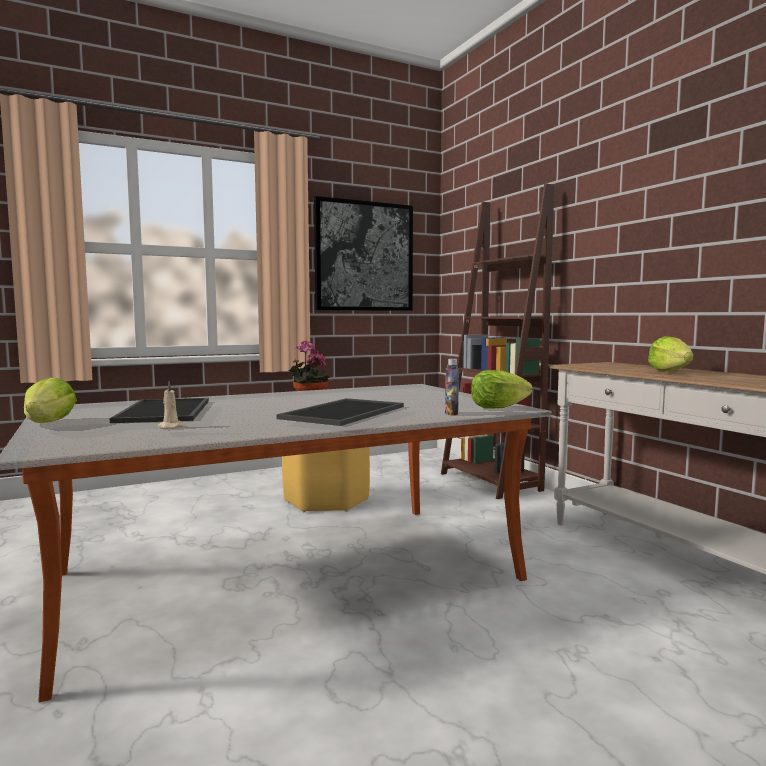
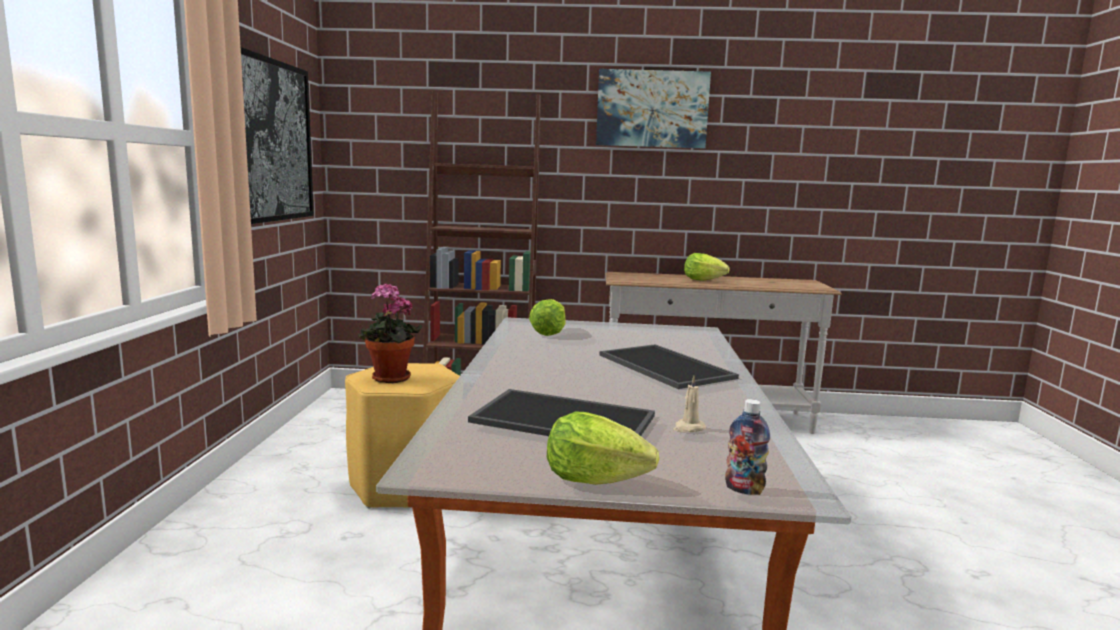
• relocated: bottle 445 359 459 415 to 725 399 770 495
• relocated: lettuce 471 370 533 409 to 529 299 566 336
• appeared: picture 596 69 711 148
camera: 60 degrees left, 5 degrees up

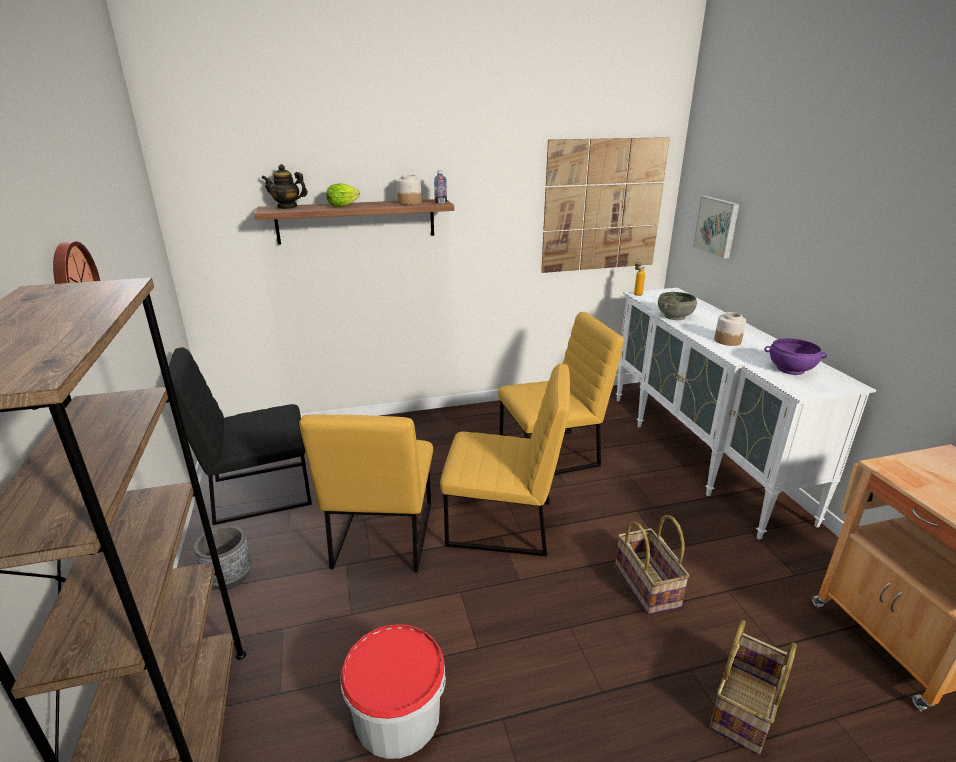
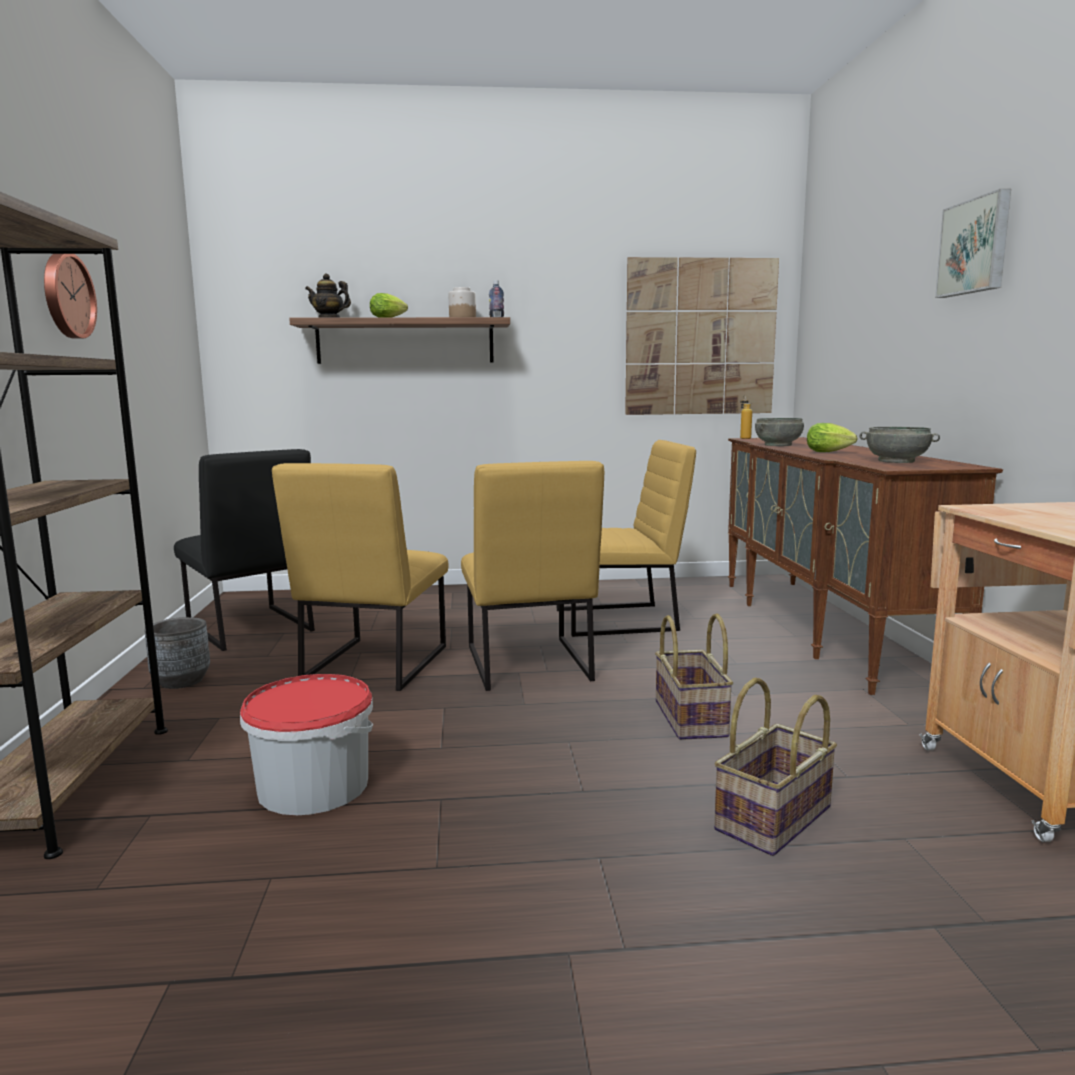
• relocated: picture 693 196 740 259 to 935 189 1011 298
• colour: cabinet (white) 616 288 876 540 to cabinet (brown) 728 437 1003 695
• exchanged: jar 714 312 746 346 to lettuce 807 423 857 452
• colour: bowl (purple) 764 338 827 375 to bowl (grey) 860 427 940 463
• spun: chair (black) 169 347 312 525 = 174 449 315 651 120 degrees counterclockwise
• spun: chair (yellow) 440 364 570 556 = 461 461 604 691 60 degrees clockwise
camera: 10 degrees right, 15 degrees down

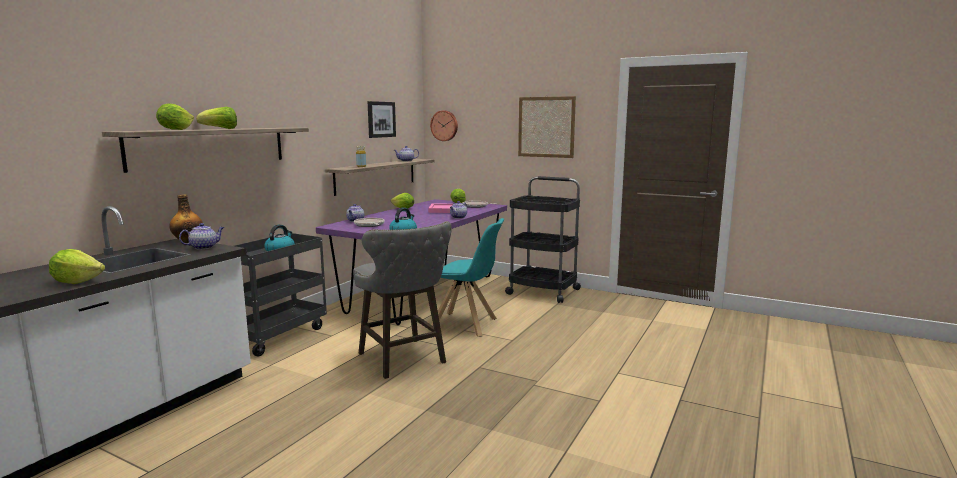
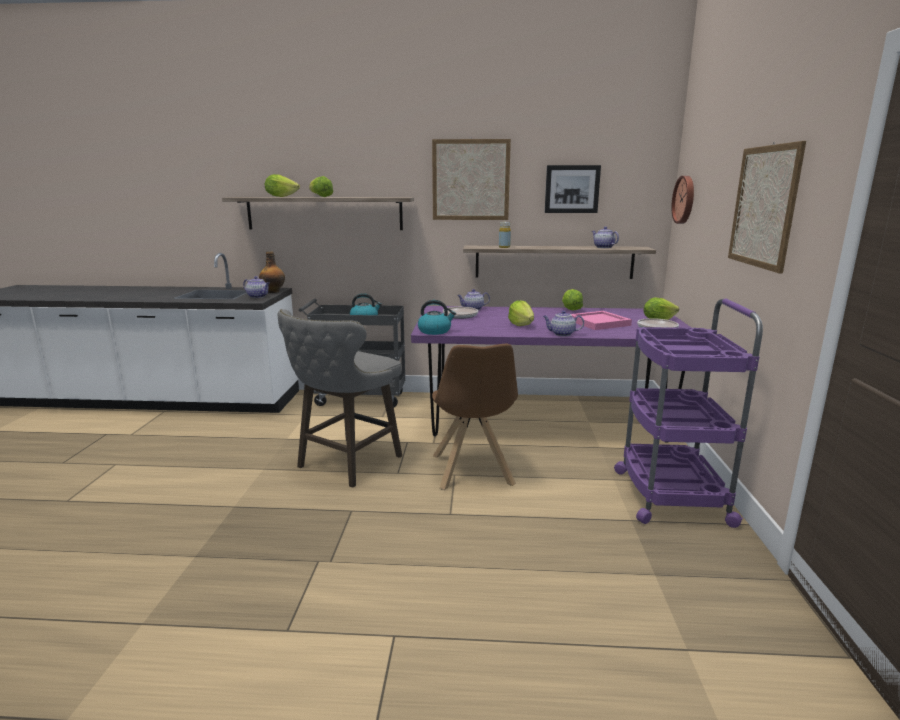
• colour: cart (black) 505 176 581 303 to cart (purple) 614 298 763 528
• colour: chair (turquoise) 428 218 504 337 to chair (brown) 432 344 518 490
• relocated: lettuce 49 249 105 284 to 508 300 534 326
• appeared: picture 432 138 511 220
camera: 65 degrees right, 5 degrees up

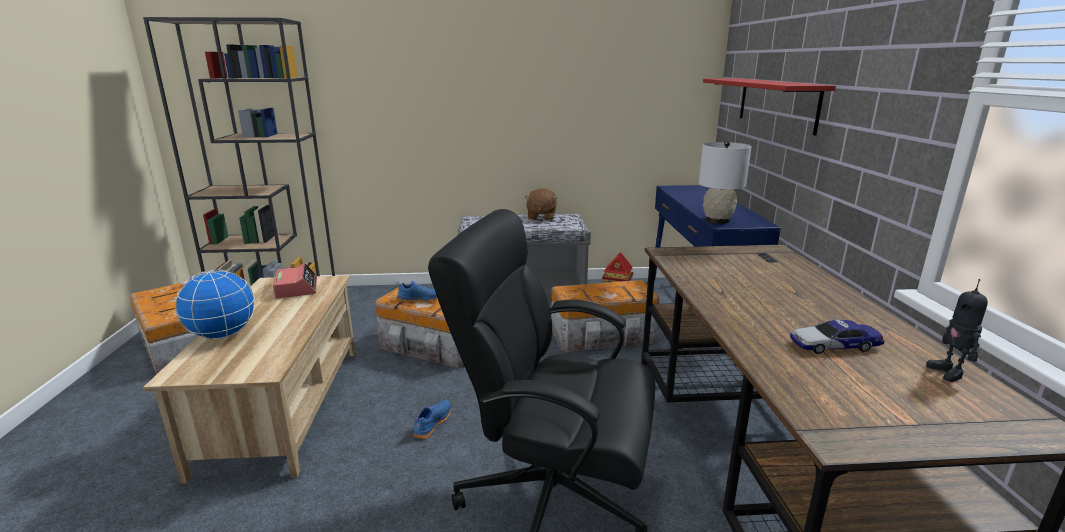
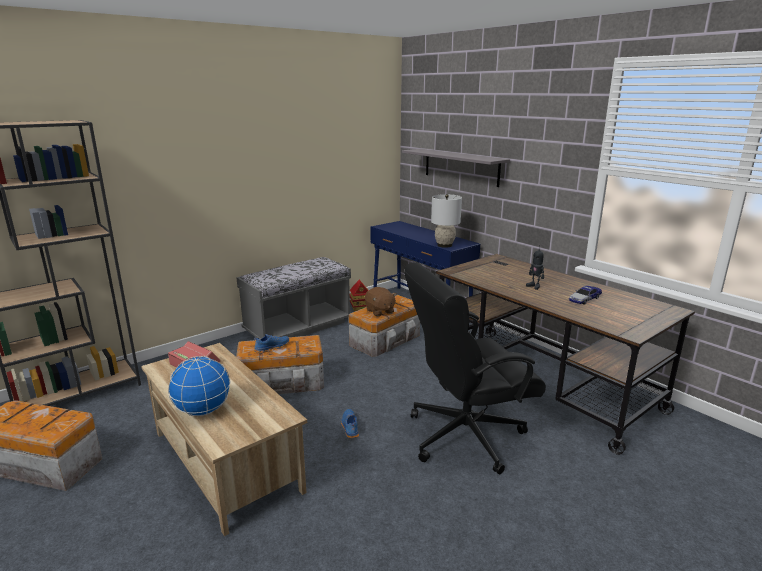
• colour: shelf (red) 703 79 836 135 to shelf (grey) 402 149 510 187
• relocated: plush toy (brown) 524 188 557 221 to 365 287 396 316
• relocated: toy robot 926 279 988 382 to 526 245 544 290
camera: 35 degrees left, 0 degrees up

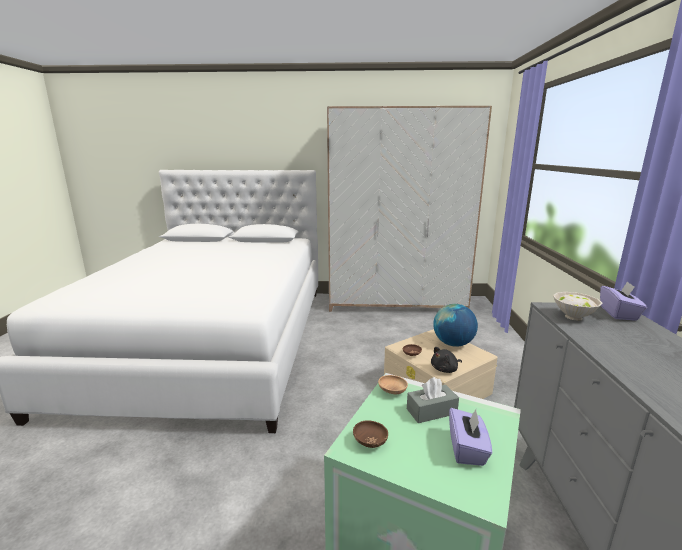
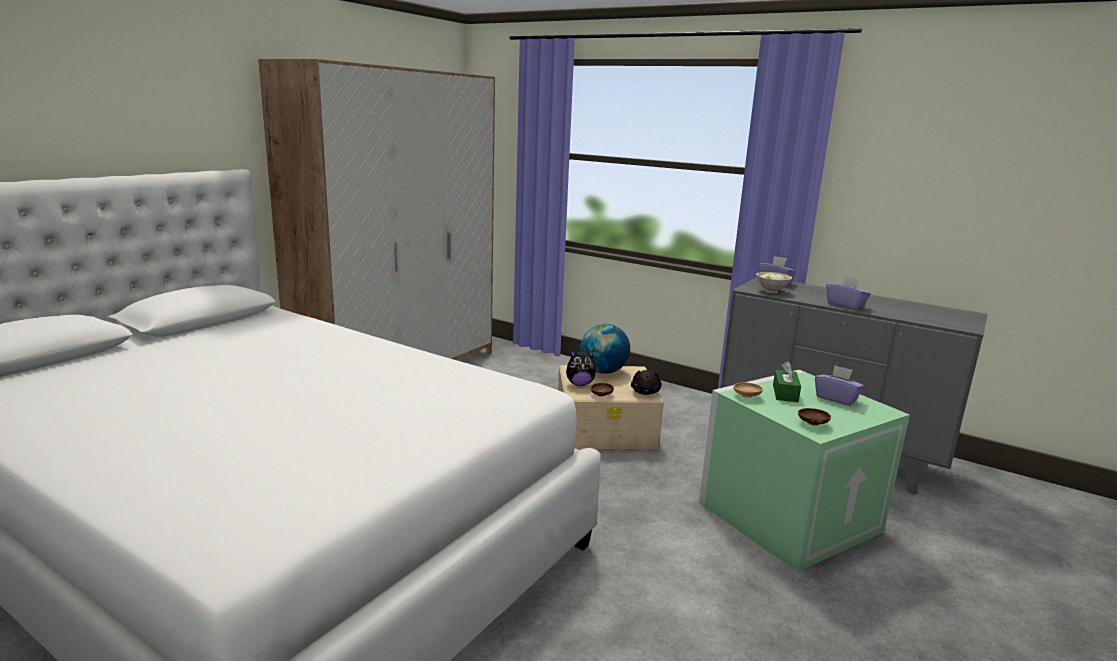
• colour: tissue box (grey) 407 377 459 423 to tissue box (green) 773 361 801 402
• appeared: tissue box (purple) 826 276 871 310
• appeared: plush toy 566 350 597 386
camera: 60 degrees left, 0 degrees up

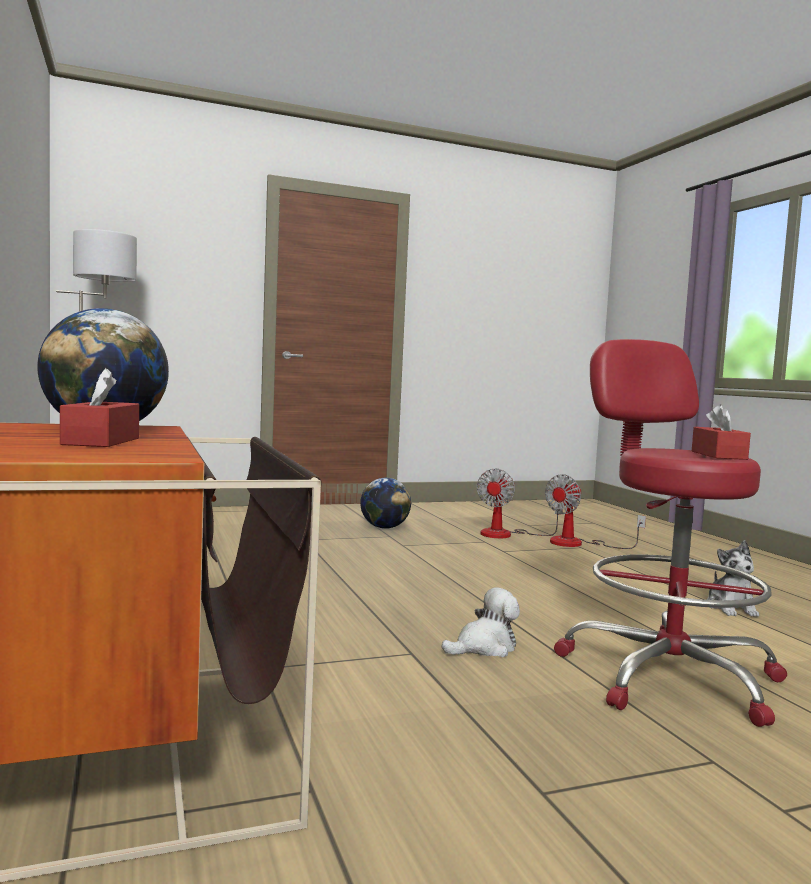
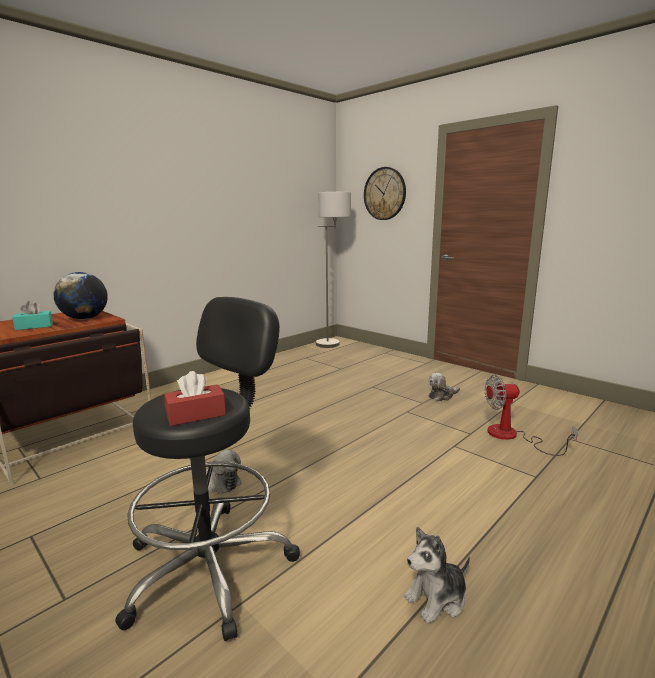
• colour: stool (red) 554 339 787 727 to stool (black) 115 297 300 641
• colour: tissue box (red) 60 368 139 447 to tissue box (turquoise) 12 301 53 330
• missing: fan 545 474 646 549
• exchanged: globe 360 478 411 529 to plush toy 429 373 460 401
• appeared: wall clock 364 167 406 220
camera: 65 degrees right, 10 degrees up

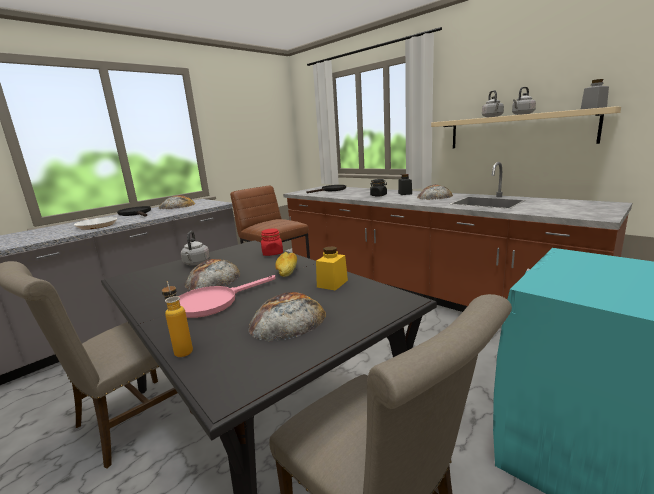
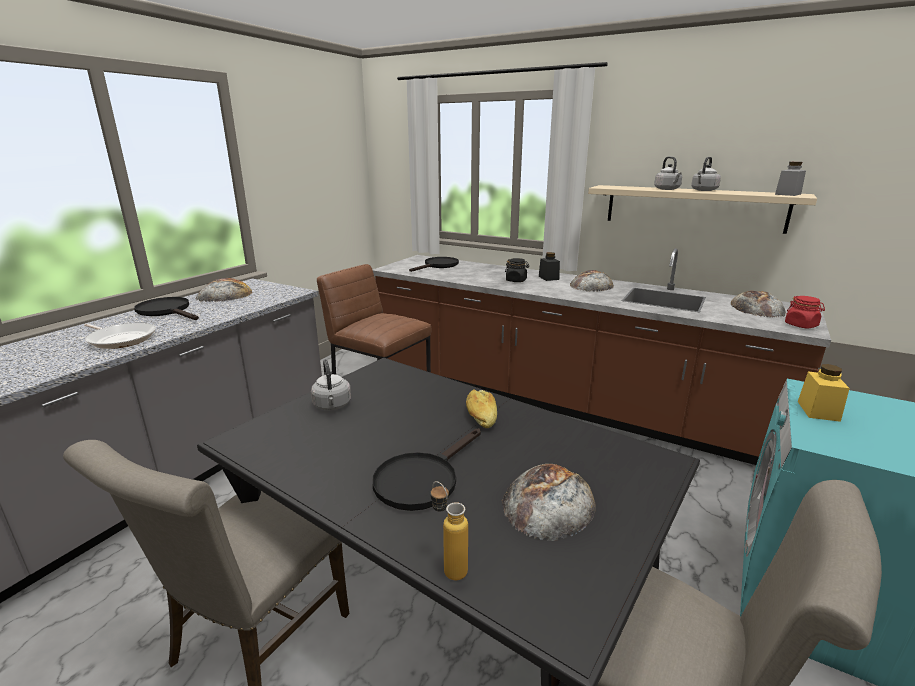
• relocated: jar (red) 261 229 283 256 to 785 296 825 329
• relocated: jar (yellow) 316 246 348 291 to 798 364 850 422
• relocated: bread 184 259 240 291 to 731 291 786 318
• colour: frying pan (pink) 178 275 275 318 to frying pan (black) 373 428 481 511
camera: 15 degrees left, 5 degrees up

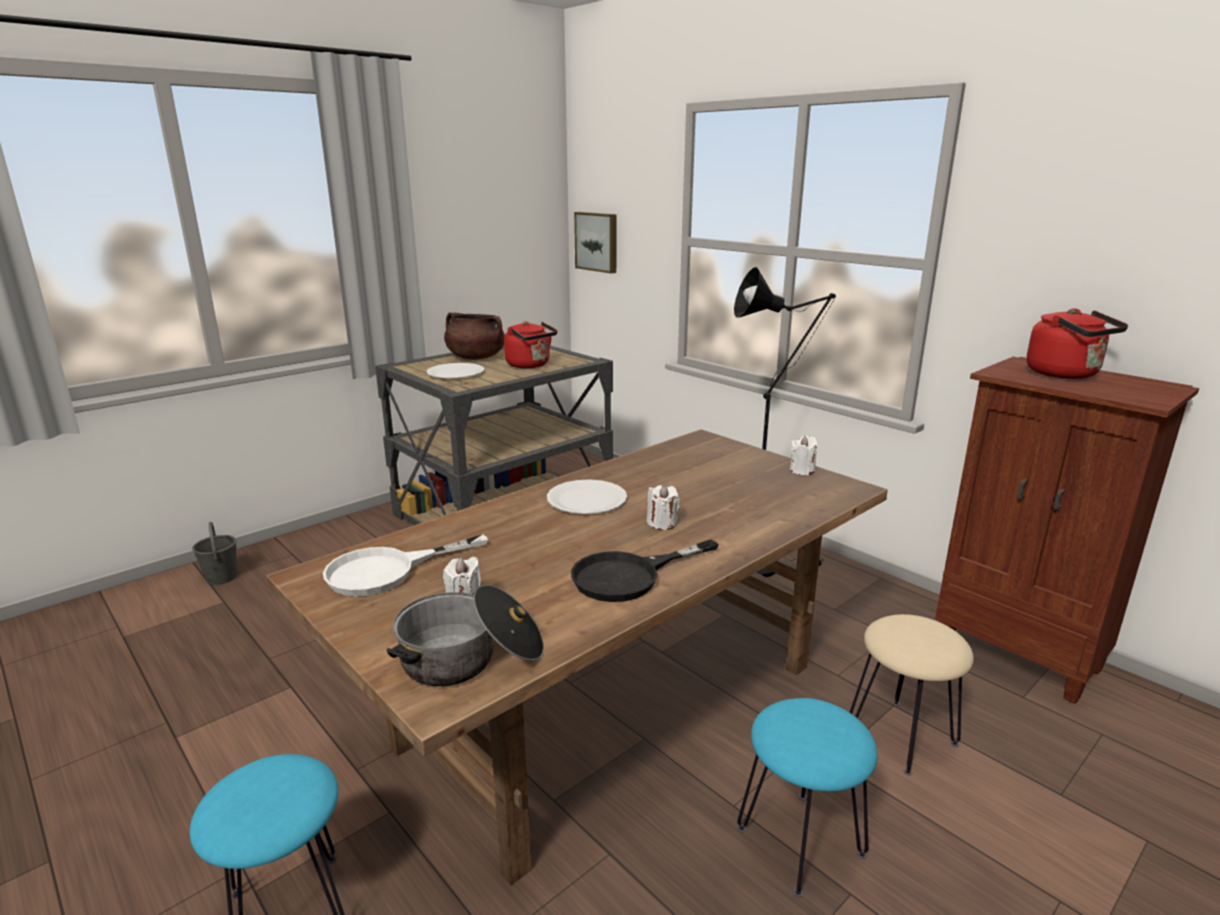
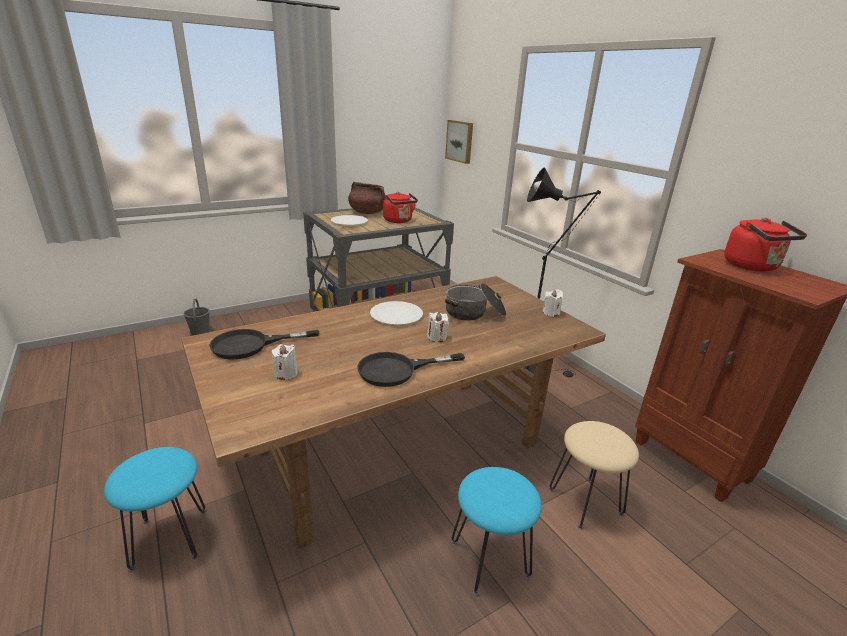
• colour: frying pan (white) 323 534 488 597 to frying pan (black) 209 329 319 360
• relocated: cooking pot 387 585 544 686 to 445 283 507 321
camera: 10 degrees right, 5 degrees up

